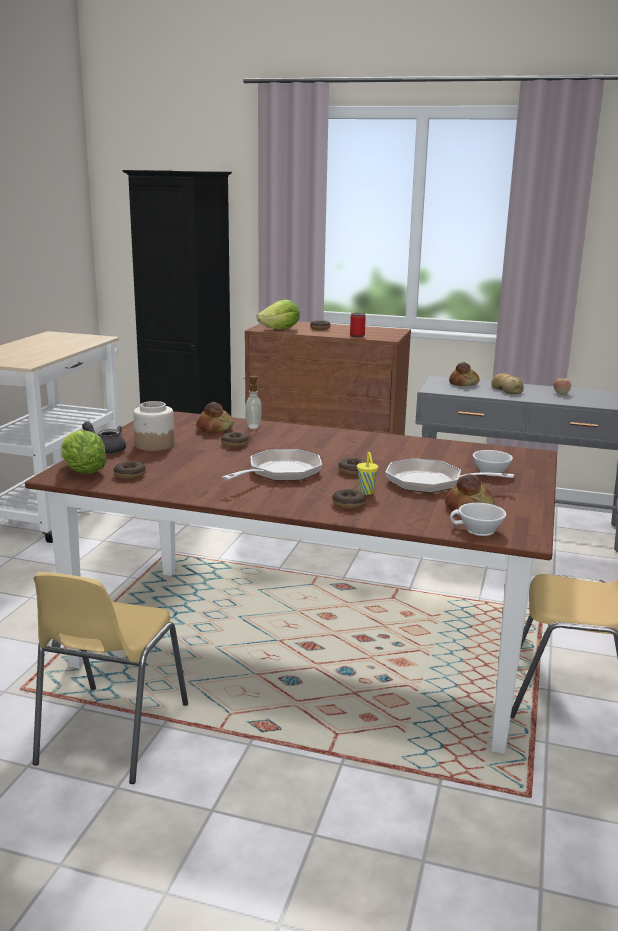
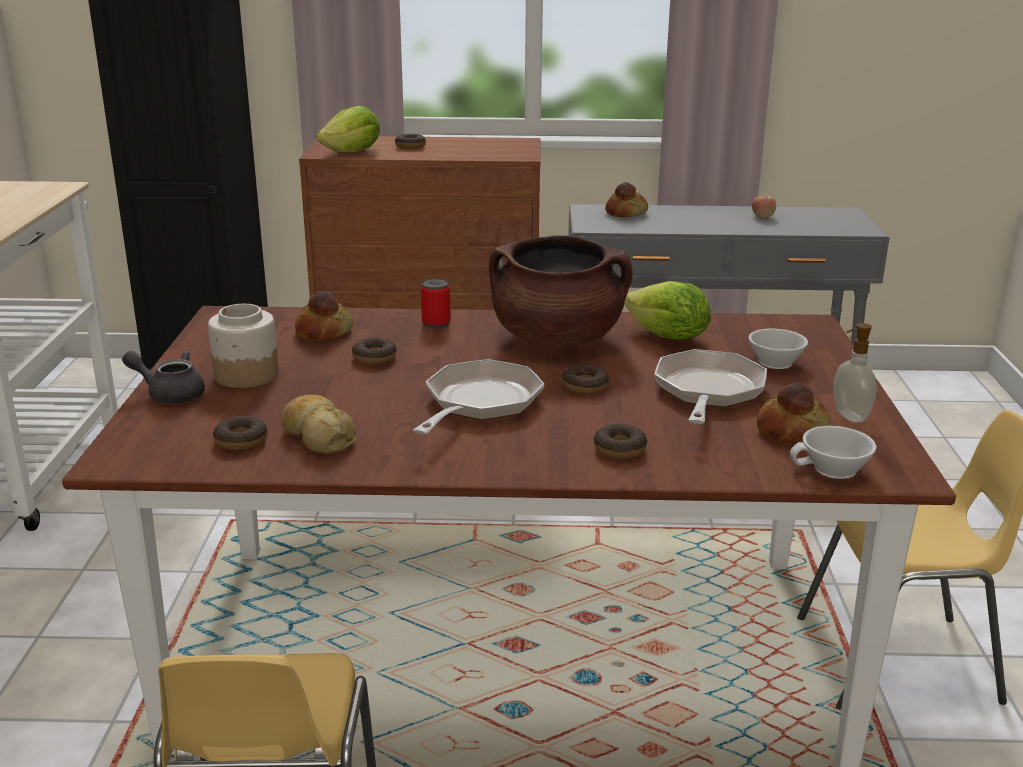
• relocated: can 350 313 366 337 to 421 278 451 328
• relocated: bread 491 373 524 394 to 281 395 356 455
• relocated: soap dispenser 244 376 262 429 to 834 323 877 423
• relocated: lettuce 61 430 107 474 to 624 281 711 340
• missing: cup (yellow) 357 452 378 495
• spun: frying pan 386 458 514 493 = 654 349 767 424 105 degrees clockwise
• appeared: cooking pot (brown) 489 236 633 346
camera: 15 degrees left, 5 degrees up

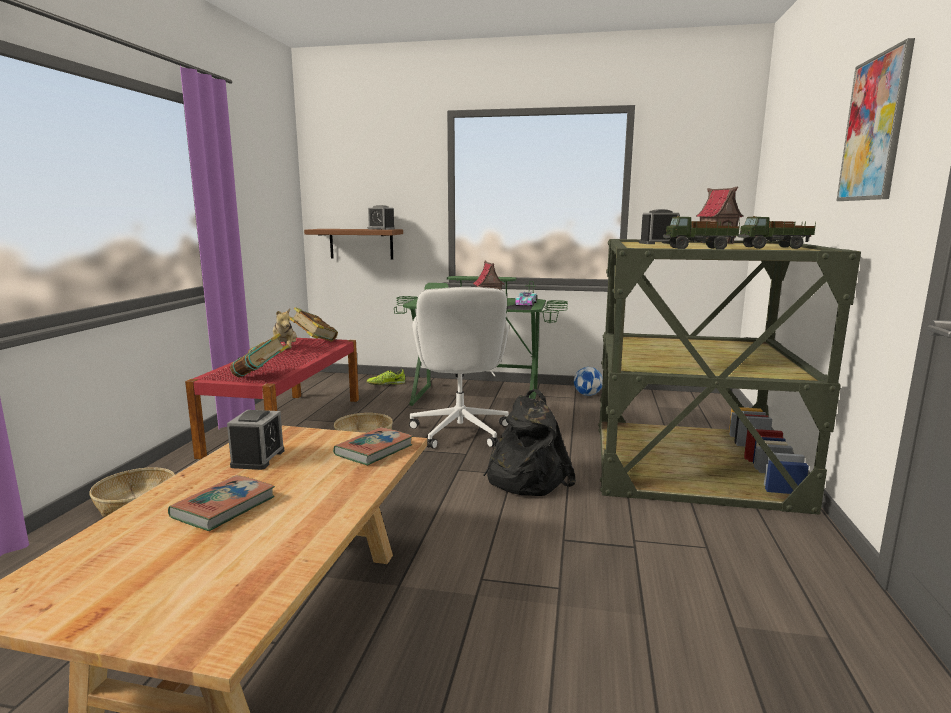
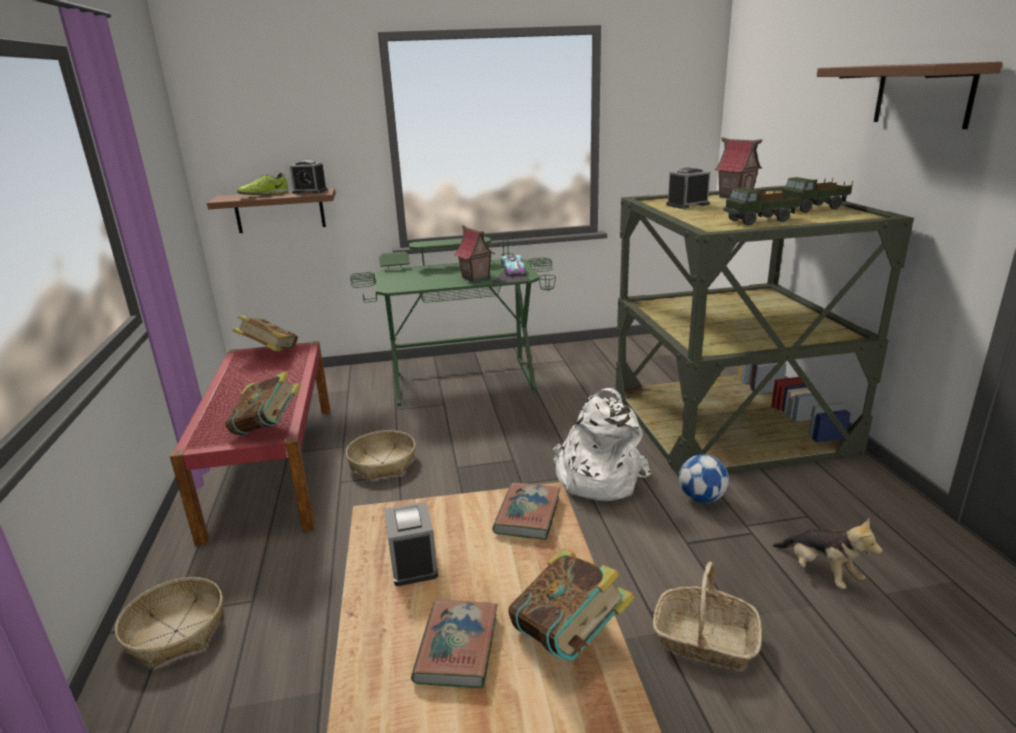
• exchanged: picture 836 38 915 201 to shelf (brown) 817 62 1002 129
• missing: office chair (white) 409 287 509 449
• relocated: plush toy 273 308 297 349 to 772 518 883 589
• relocated: football 574 367 603 396 to 679 454 729 503
• relocated: shoe 367 369 405 385 to 237 173 289 195
• colour: backpack (black) 483 389 576 496 to backpack (white) 552 388 651 501
• appeared: book 508 548 635 661
• appeared: basket 653 562 762 670
camera: 20 degrees left, 10 degrees up

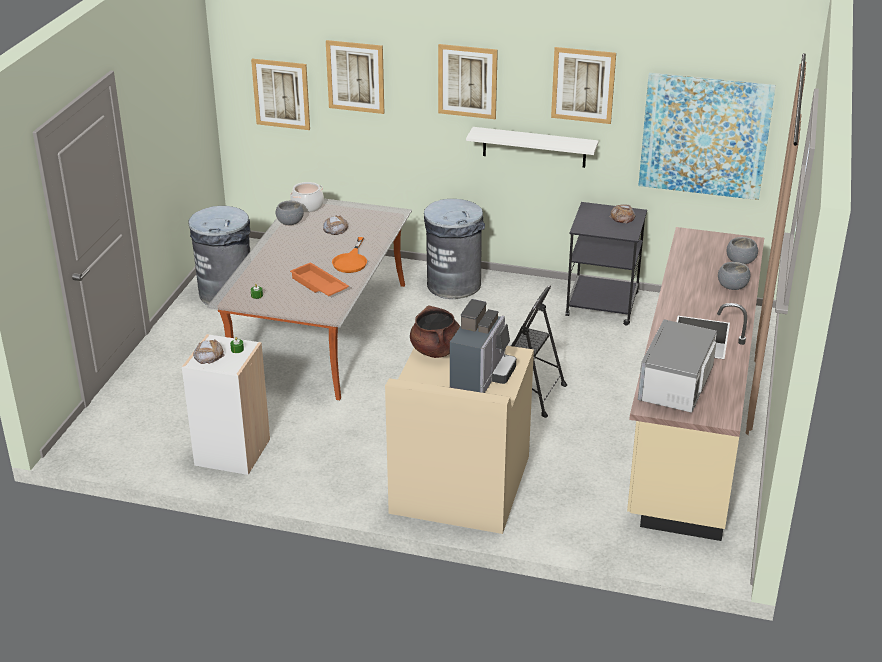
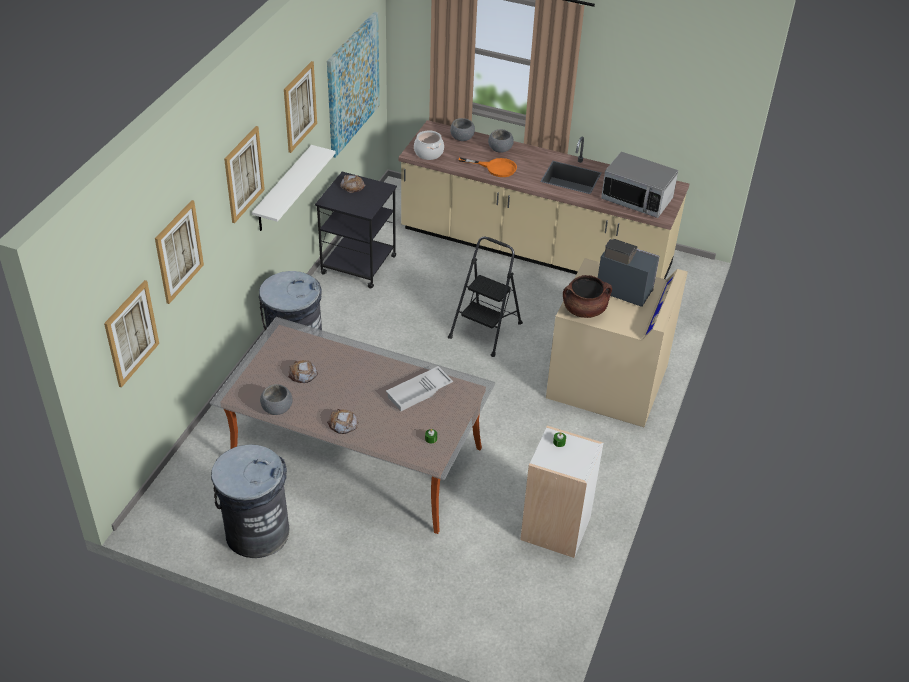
• relocated: cooking pot 290 182 324 212 to 414 130 444 160
• relocated: frying pan (orange) 332 237 367 273 to 459 158 517 177
• colour: tray (orange) 290 262 349 296 to tray (white) 386 366 453 411
• relocated: bread 193 339 225 364 to 327 409 359 434
camera: 85 degrees left, 10 degrees up

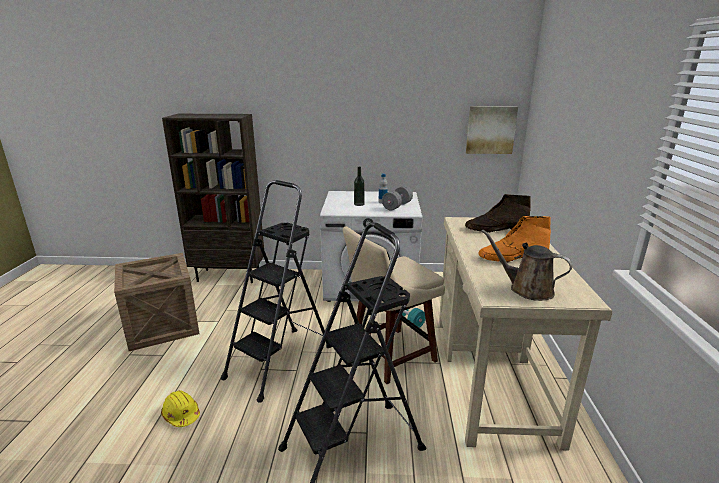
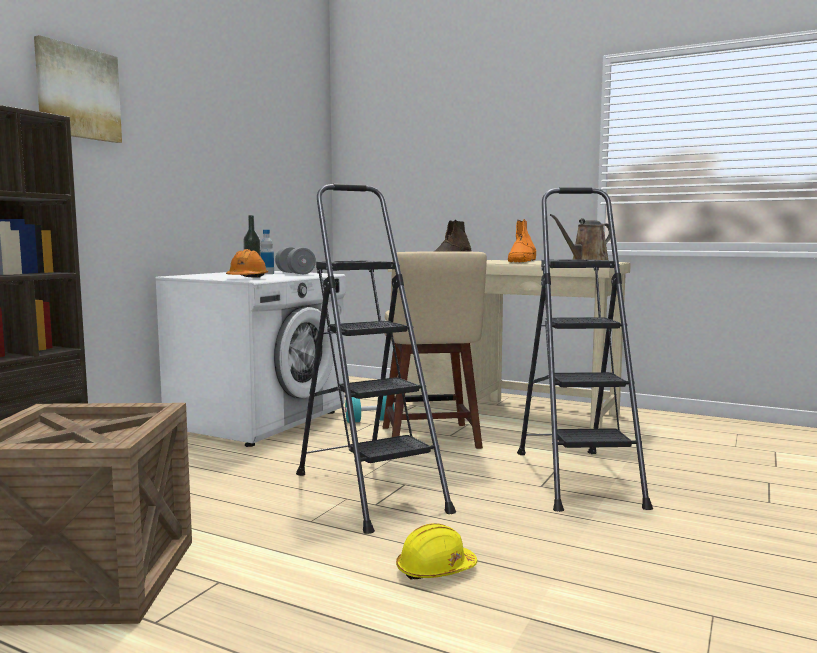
• relocated: picture 466 106 518 154 to 34 35 122 143
• appeared: hard hat (orange) 226 249 268 278
camera: 65 degrees left, 15 degrees down

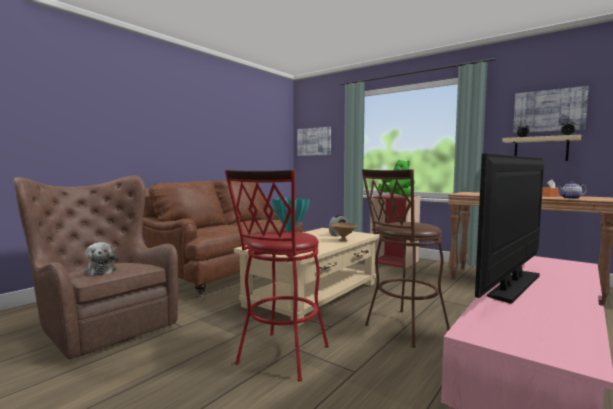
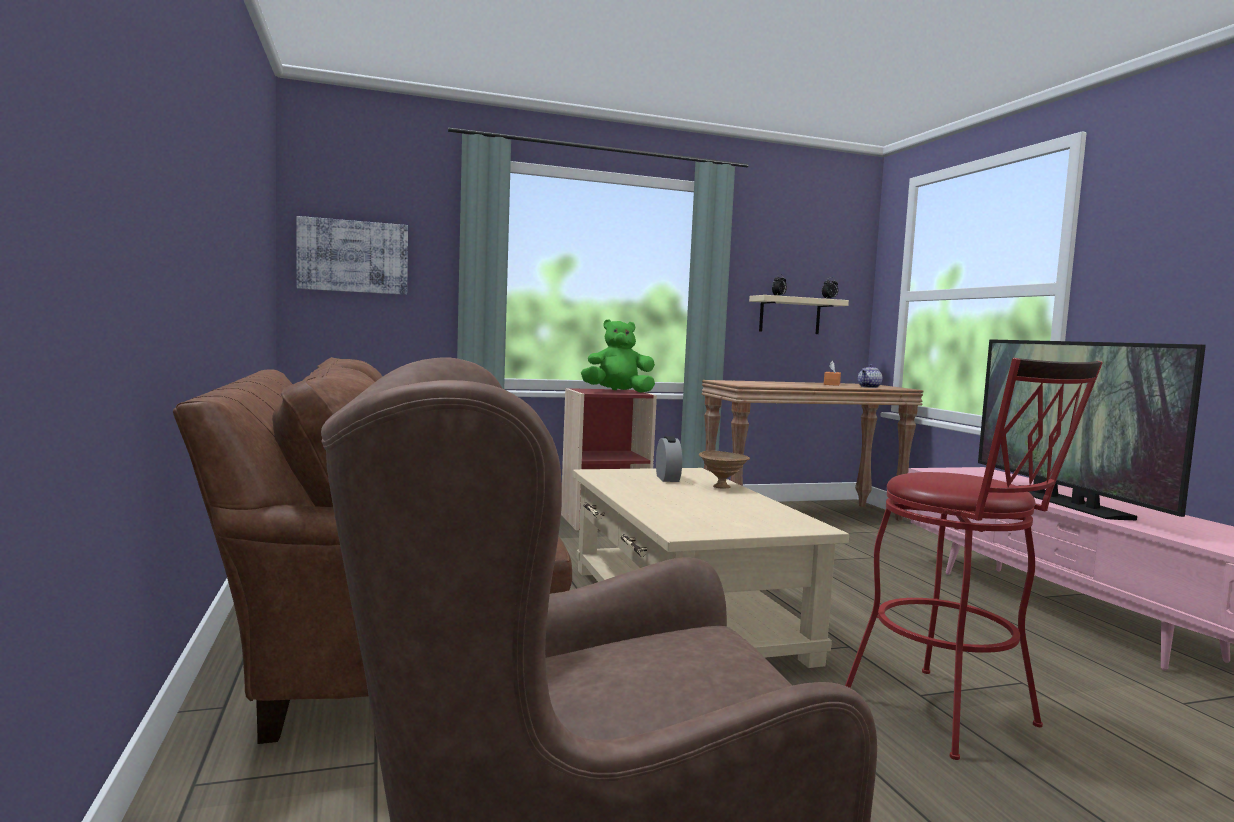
• missing: picture 513 86 588 133
• missing: stool (brown) 362 169 450 348
• missing: vase (turquoise) 271 197 310 232
• missing: plush toy 84 242 119 276
camera: 55 degrees left, 0 degrees up

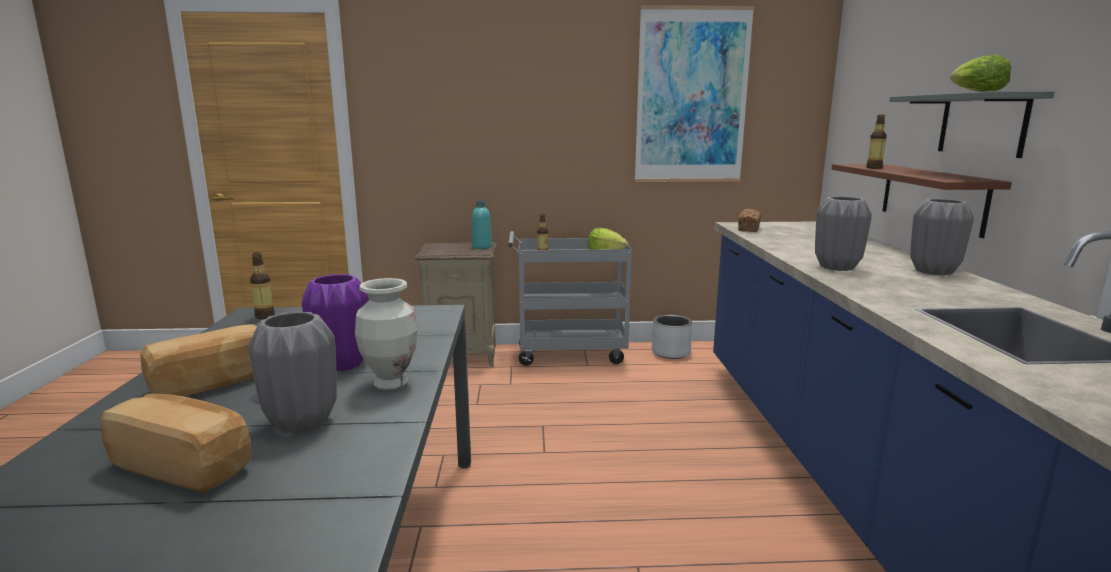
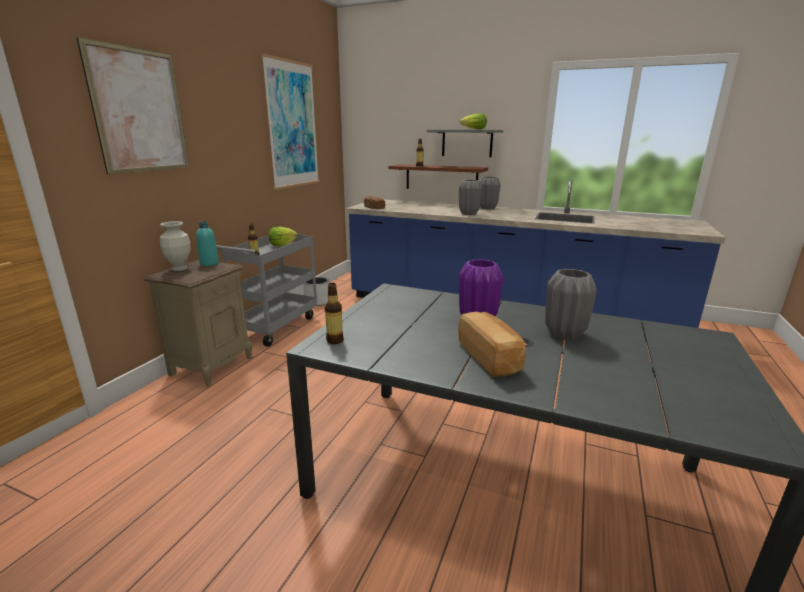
• relocated: vase 355 278 418 391 to 160 221 191 271
• missing: bread 101 394 251 493
• appeared: picture 76 37 190 175
camera: 65 degrees left, 5 degrees up

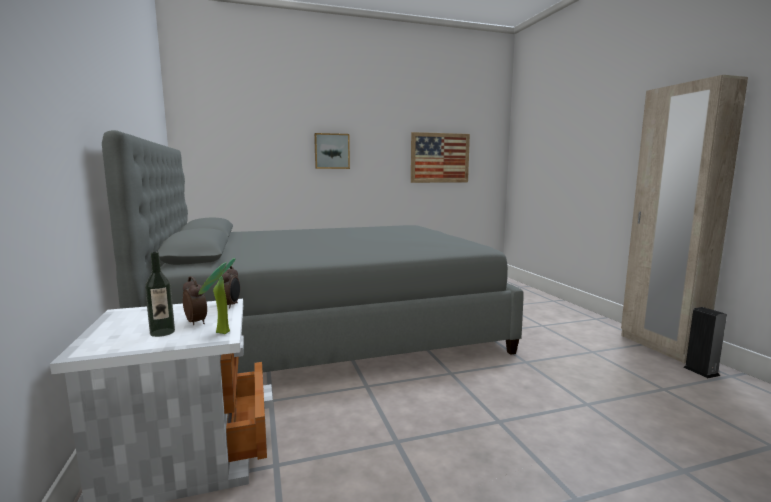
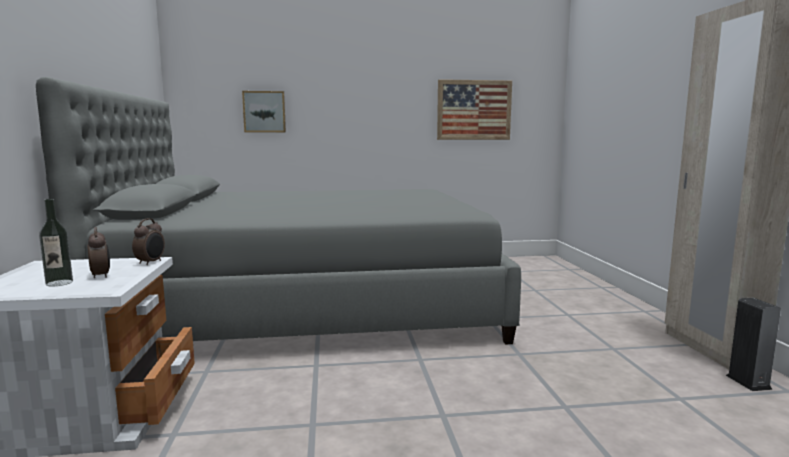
• relocated: picture 314 133 350 169 to 242 91 286 132
• missing: potted plant 198 258 235 334
camera: 10 degrees right, 0 degrees up

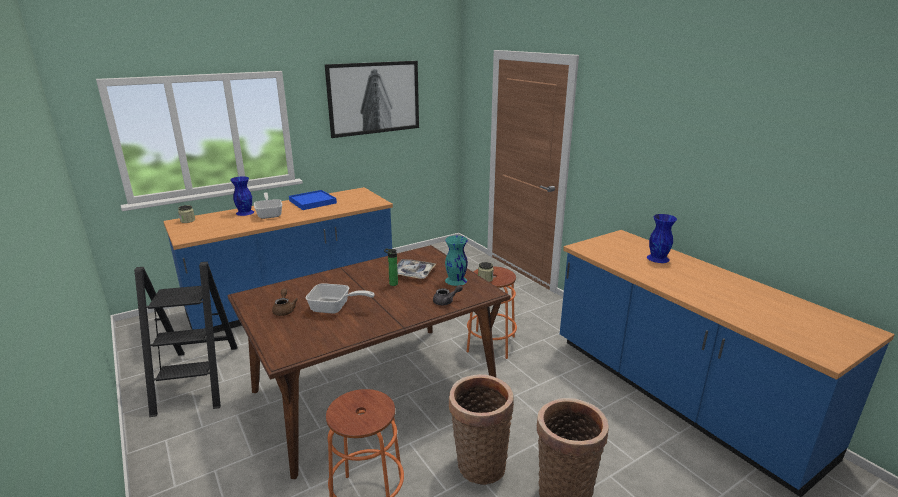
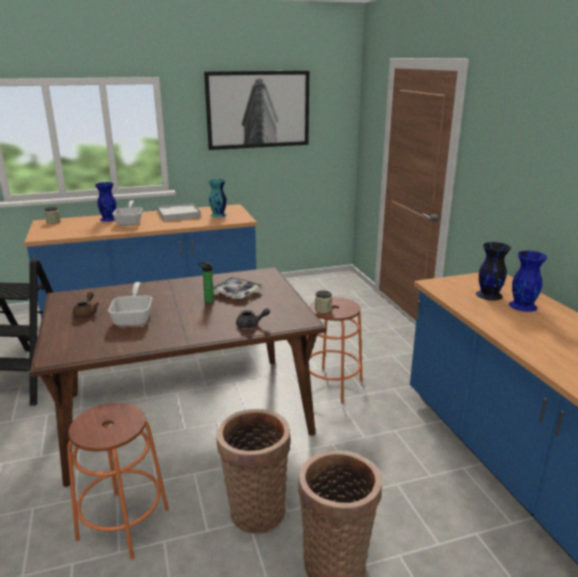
• colour: tray (blue) 289 190 337 210 to tray (white) 157 203 201 221
• relocated: vase (turquoise) 445 235 468 286 to 208 179 227 218
• spun: frying pan 305 283 375 313 = 108 282 152 326 120 degrees counterclockwise
• appeared: vase (black) 476 242 511 301
camera: 15 degrees right, 0 degrees up

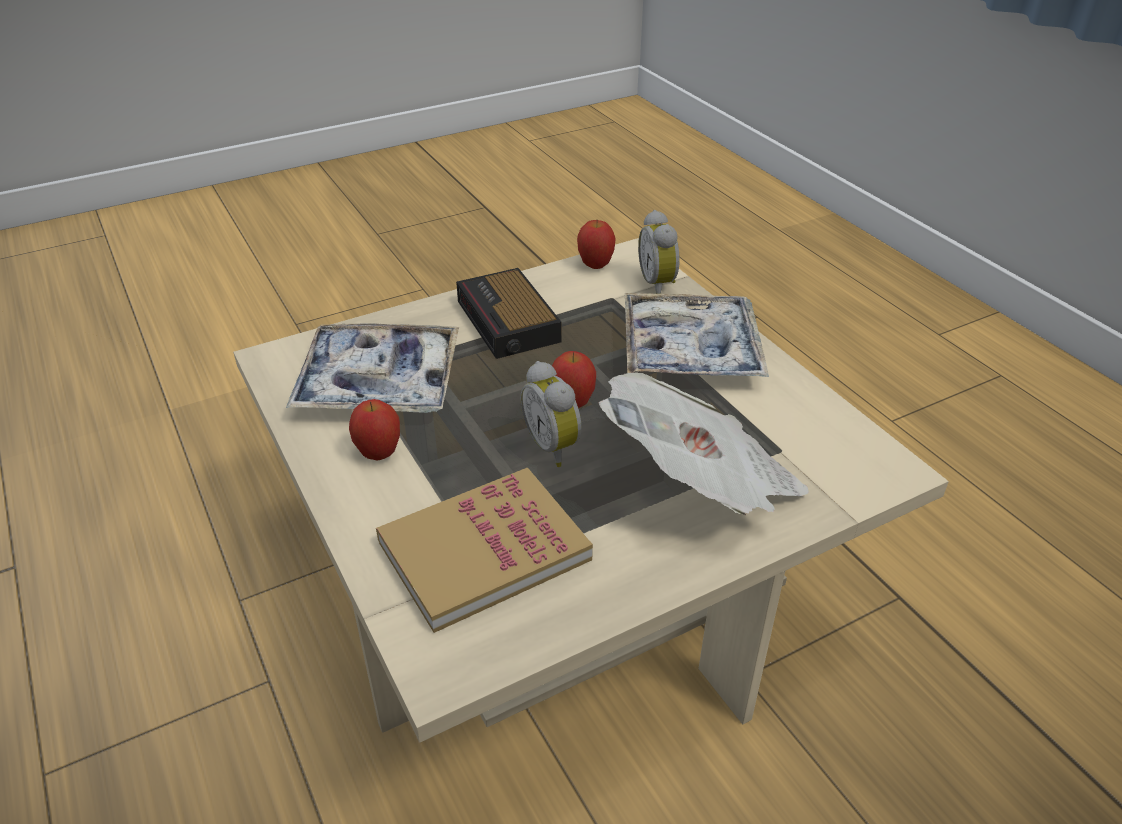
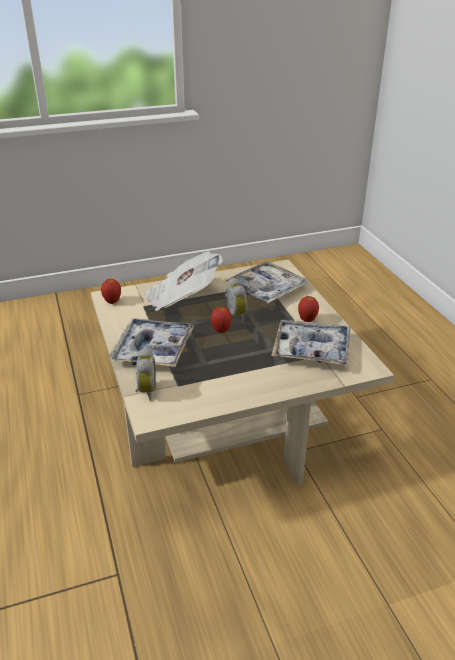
• relocated: apple 577 220 616 269 to 101 279 121 304
• missing: alarm clock 456 268 561 359
• exchanged: book 376 467 593 633 to tray 226 261 309 303
camera: 170 degrees left, 5 degrees down

